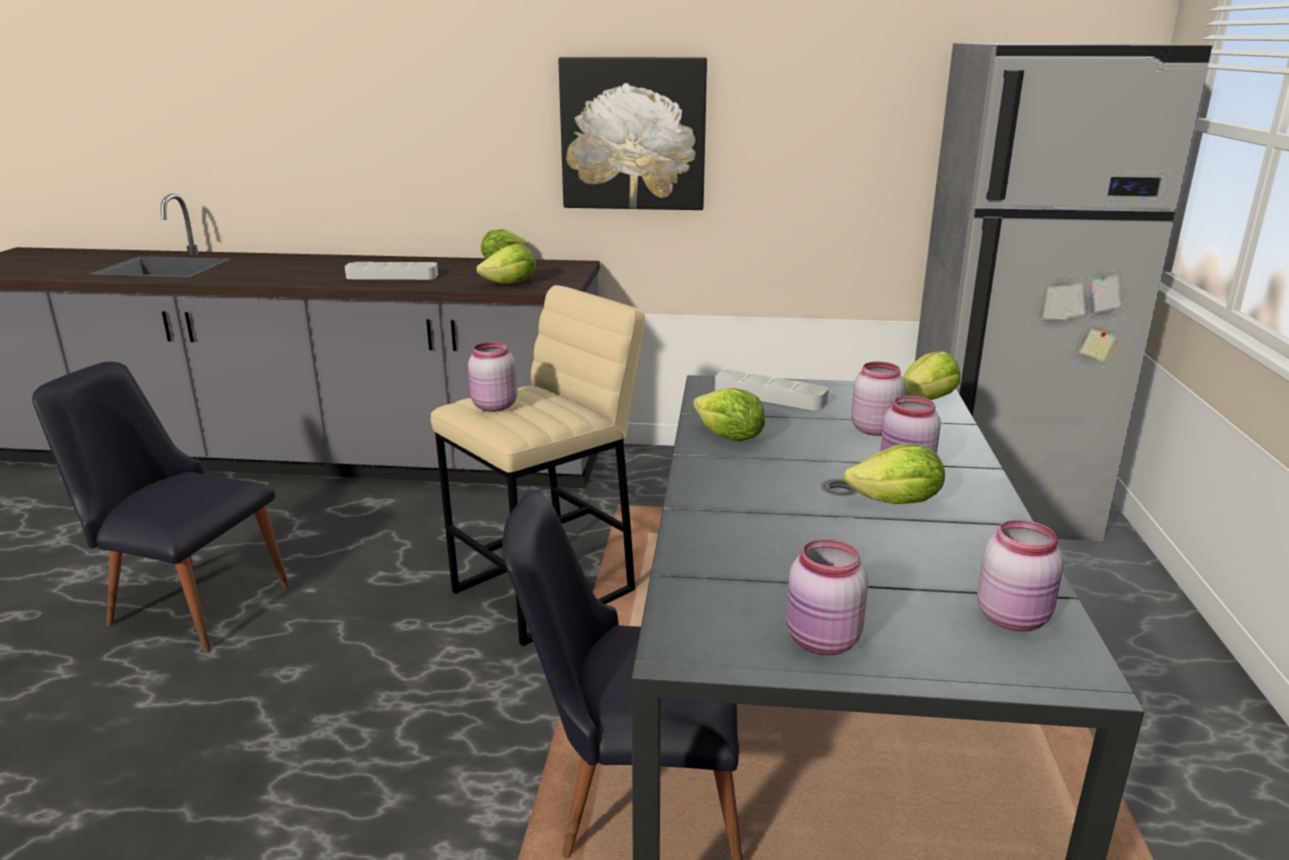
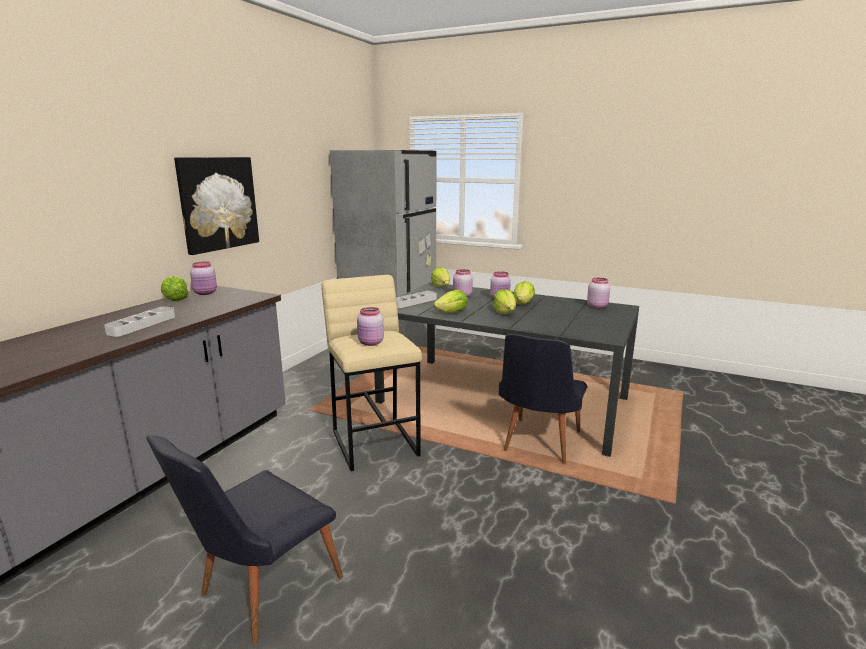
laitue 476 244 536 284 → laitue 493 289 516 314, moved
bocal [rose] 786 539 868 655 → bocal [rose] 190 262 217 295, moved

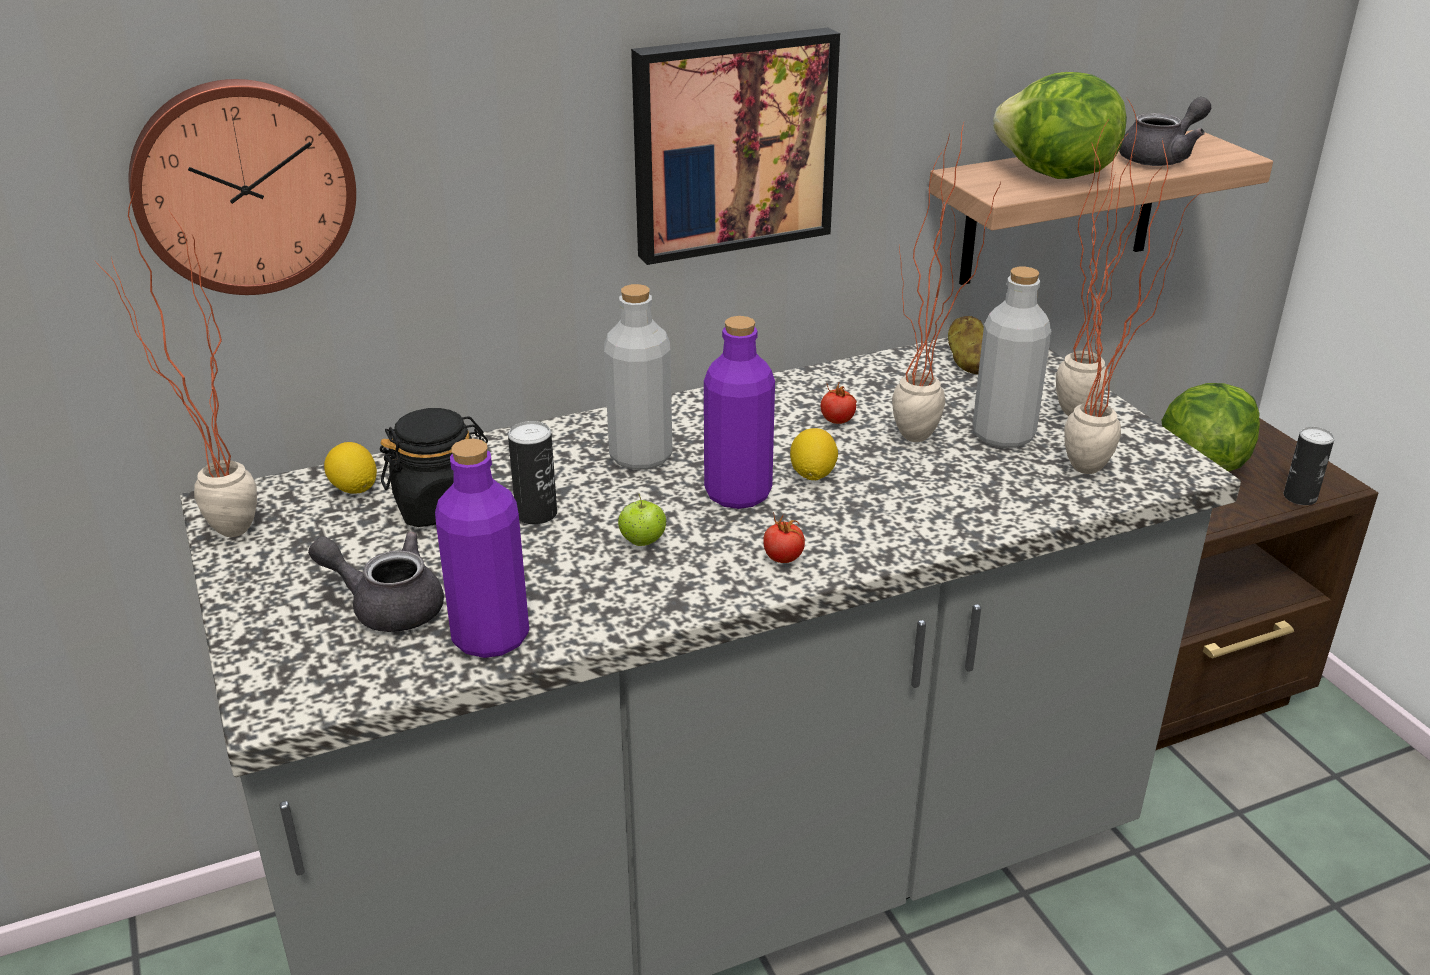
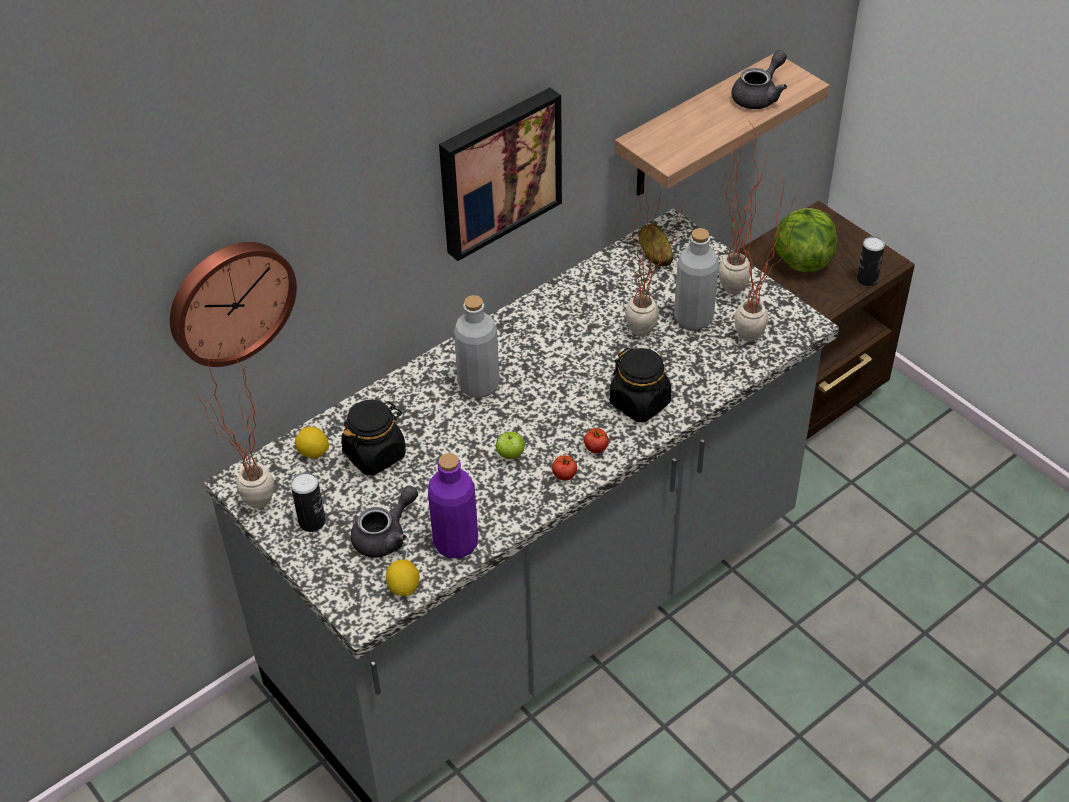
bouteille [violet] 704 316 775 509 → -
laitue 993 72 1127 179 → -
- → bocal [noir] 610 348 671 422
boîte métallique 508 421 557 524 → boîte métallique 291 472 326 532, moved
citron 790 428 838 480 → citron 386 560 419 596, moved
tomate 821 382 857 424 → tomate 552 453 577 481, moved
théière [gris] 308 531 444 632 → théière [gris] 351 485 418 558, 135 degrees clockwise

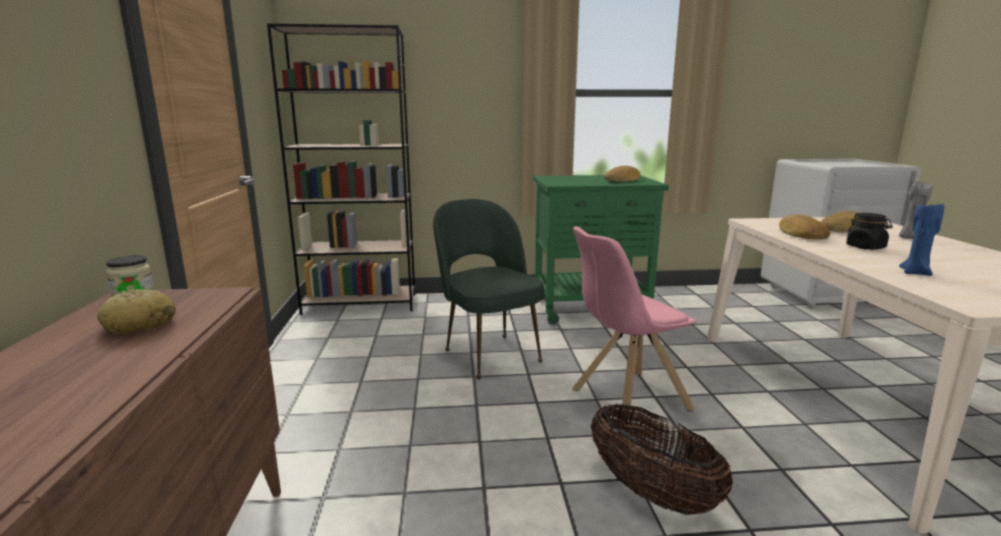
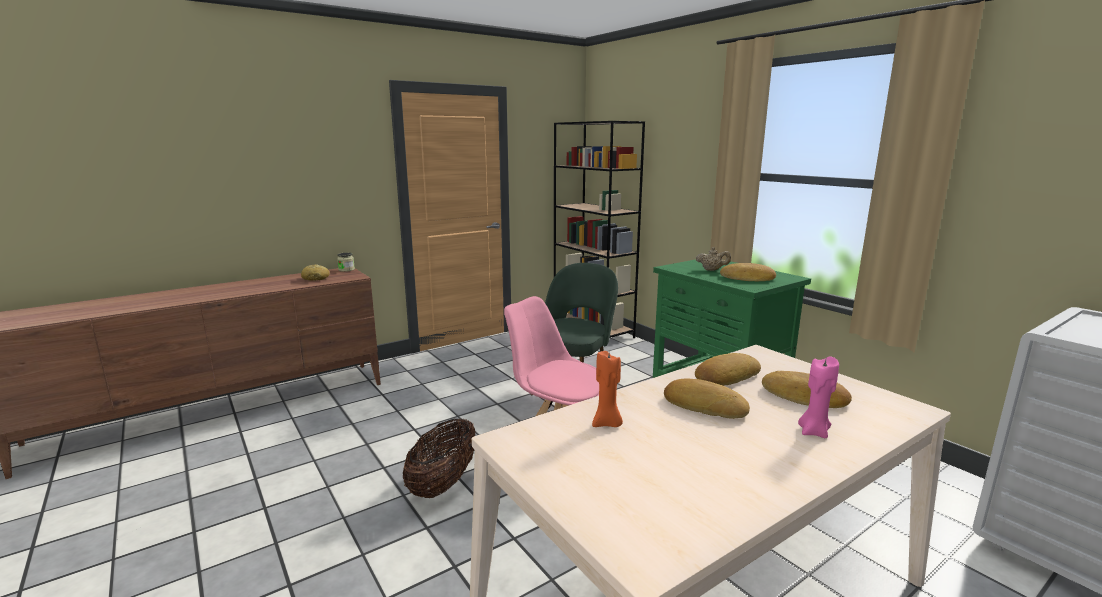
- → théière [beige] 696 247 731 271
bocal [noir] 846 213 893 250 → pain 664 378 750 419
bougie [gris] 899 181 933 239 → bougie [rose] 798 357 839 438
bougie [bleu] 899 201 944 276 → bougie [orange] 592 351 623 427

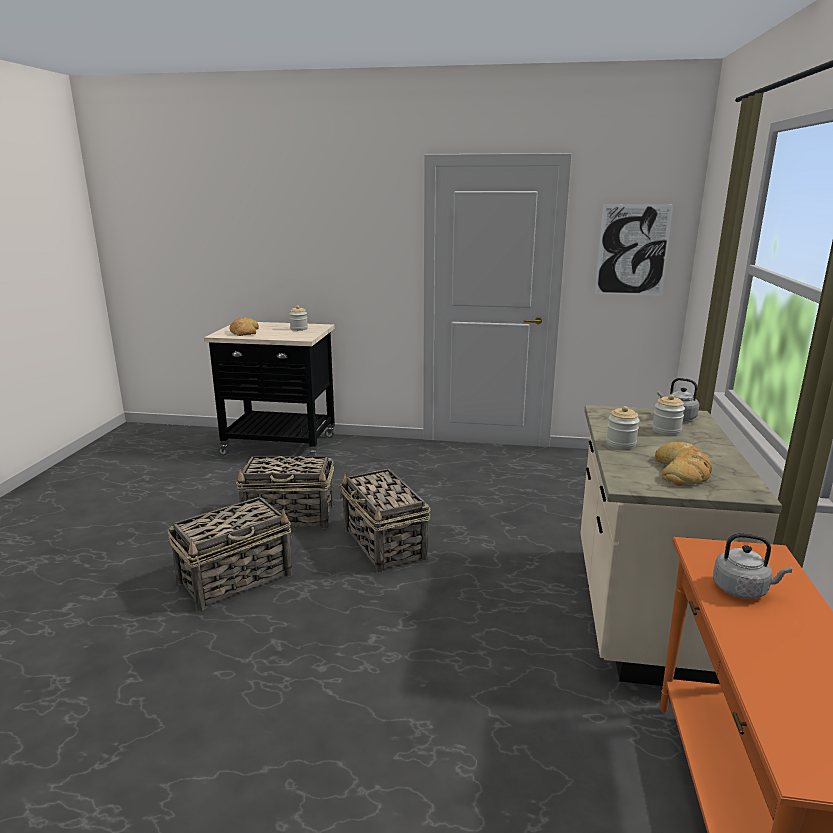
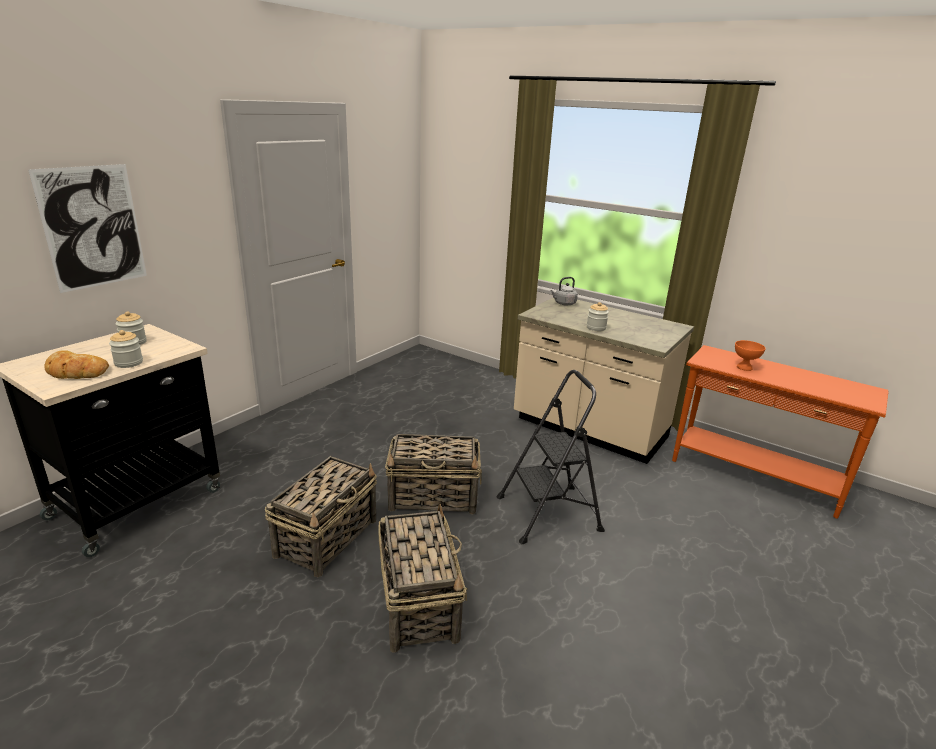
pain 655 442 712 486 → -
- → escabeau [noir] 497 370 605 544
tableau 595 204 673 296 → tableau 28 164 147 293, moved
bocal 652 394 685 435 → bocal 109 330 143 368, moved
bouilloire [gris] 713 533 792 599 → bol [orange] 735 340 766 371

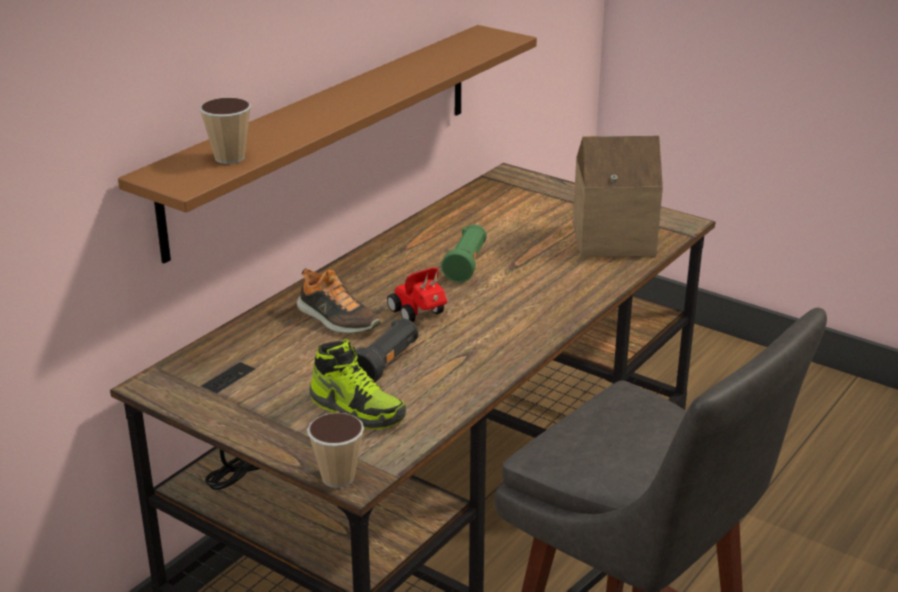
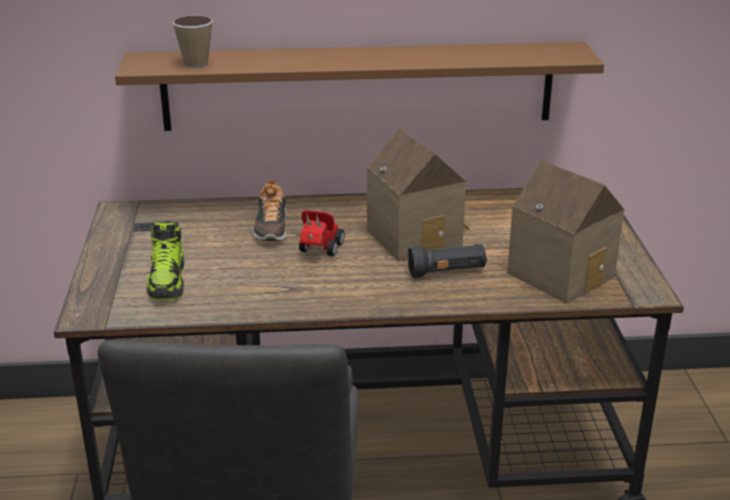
tasse 307 413 364 488 → -
lampe de poche [noir] 355 319 418 382 → lampe de poche [noir] 408 244 487 278, moved
lampe de poche [vert] 441 225 487 282 → maison miniature 367 128 470 262

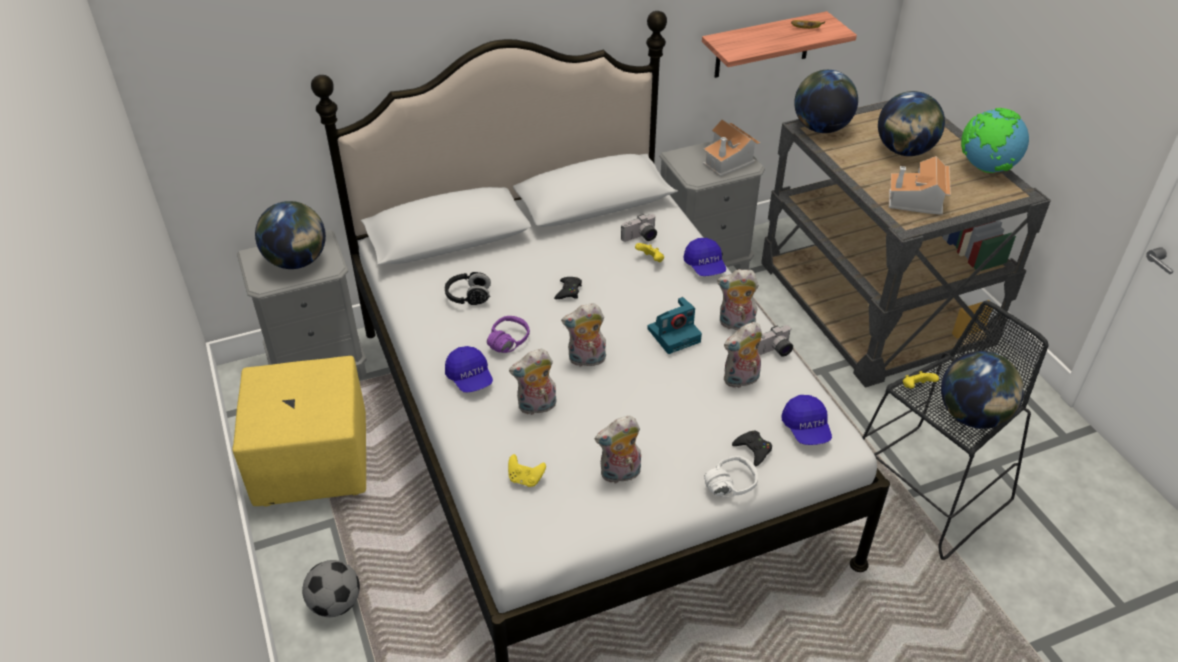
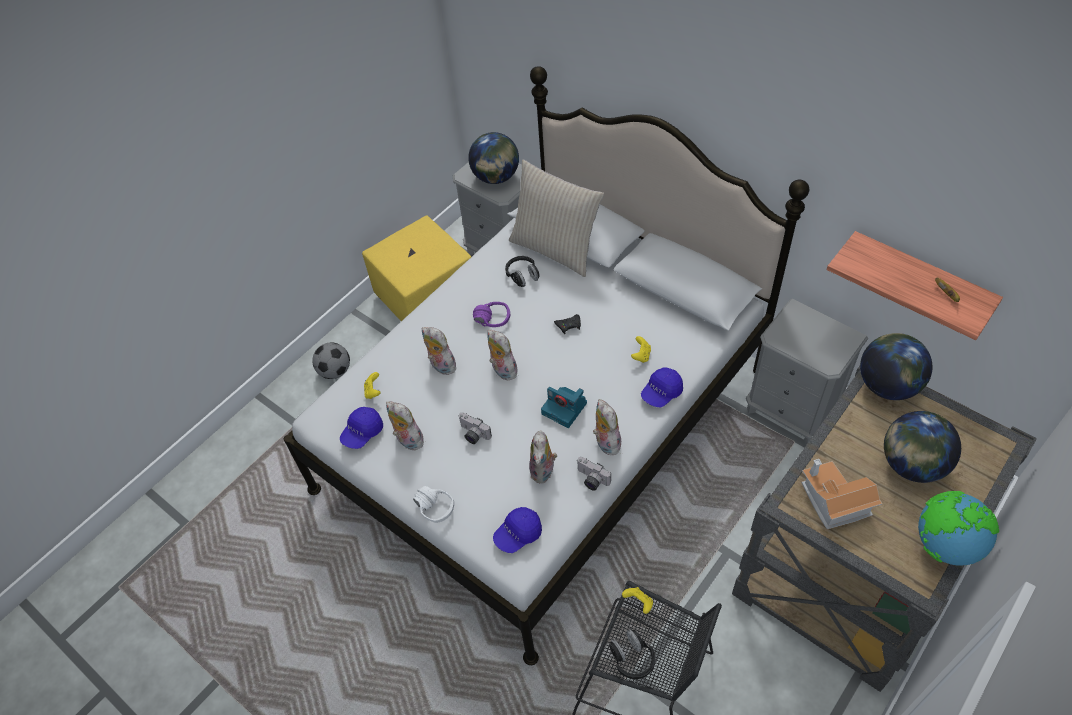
maison miniature 703 119 760 176 → -
manette [noir] 732 431 772 466 → -
- → coussin [beige] 509 160 604 277
casquette [bleu] 445 346 493 393 → casquette [bleu] 340 407 383 449, moved
appareil photo 621 214 657 242 → appareil photo 458 412 492 444, moved
globe 941 351 1024 429 → casque audio [noir] 609 628 655 679
peluche 724 322 762 388 → peluche 529 430 557 483, 120 degrees counterclockwise

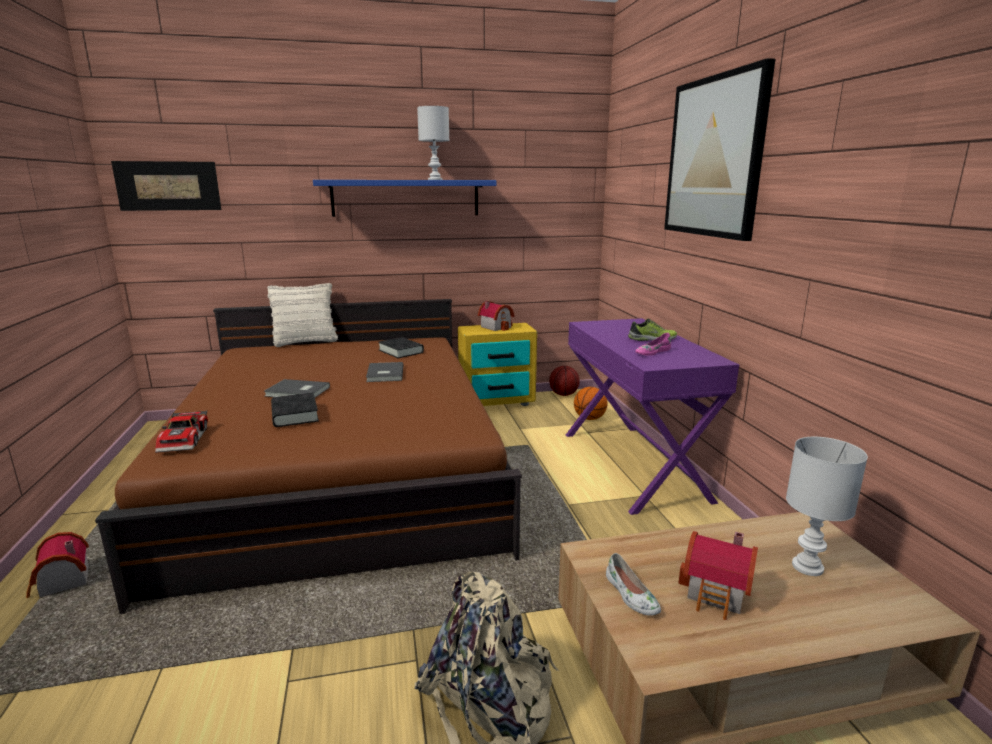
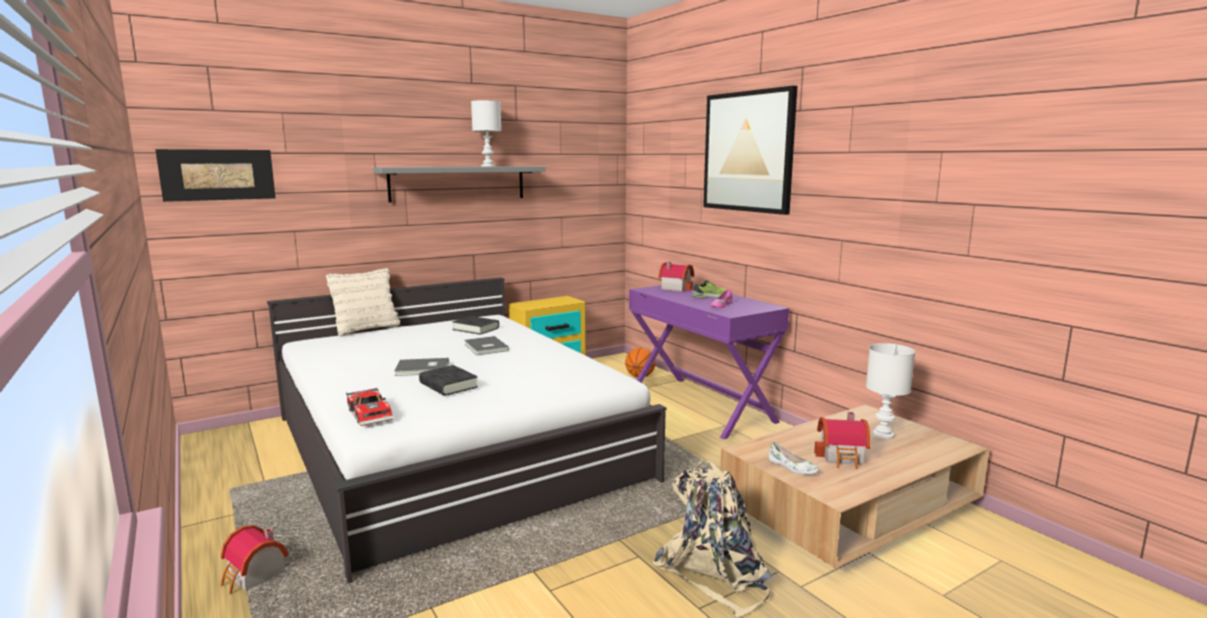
ballon de basket 549 366 580 396 → -
maison miniature 478 301 514 331 → maison miniature 658 262 694 292, moved
lit [marron] 95 299 522 614 → lit [blanc] 267 277 666 583
étagère [bleu] 313 180 497 217 → étagère [gris] 373 166 546 203

